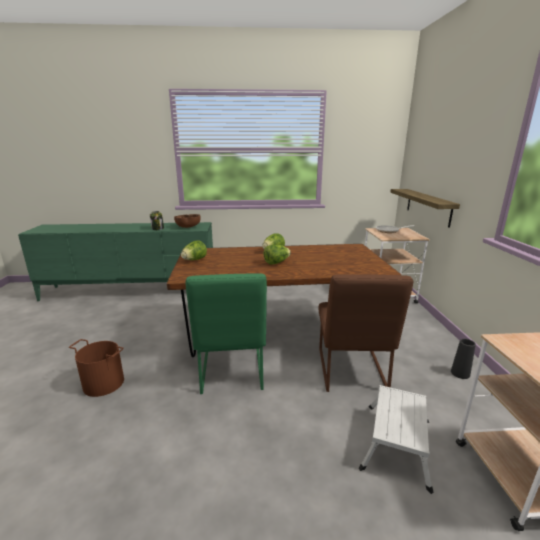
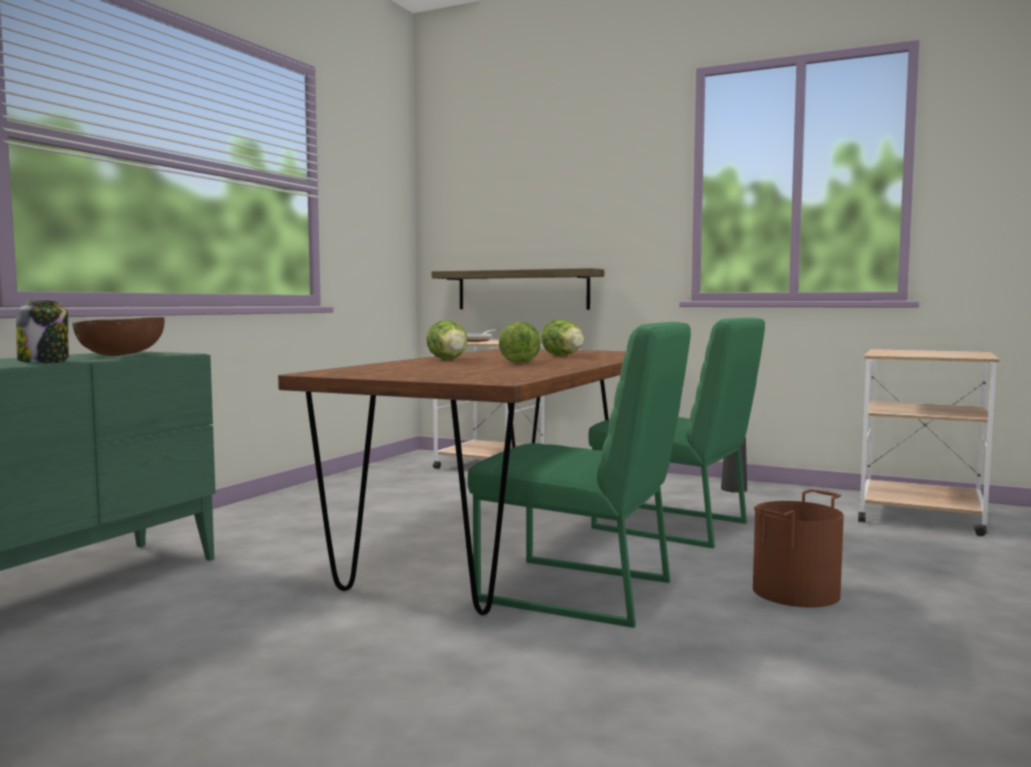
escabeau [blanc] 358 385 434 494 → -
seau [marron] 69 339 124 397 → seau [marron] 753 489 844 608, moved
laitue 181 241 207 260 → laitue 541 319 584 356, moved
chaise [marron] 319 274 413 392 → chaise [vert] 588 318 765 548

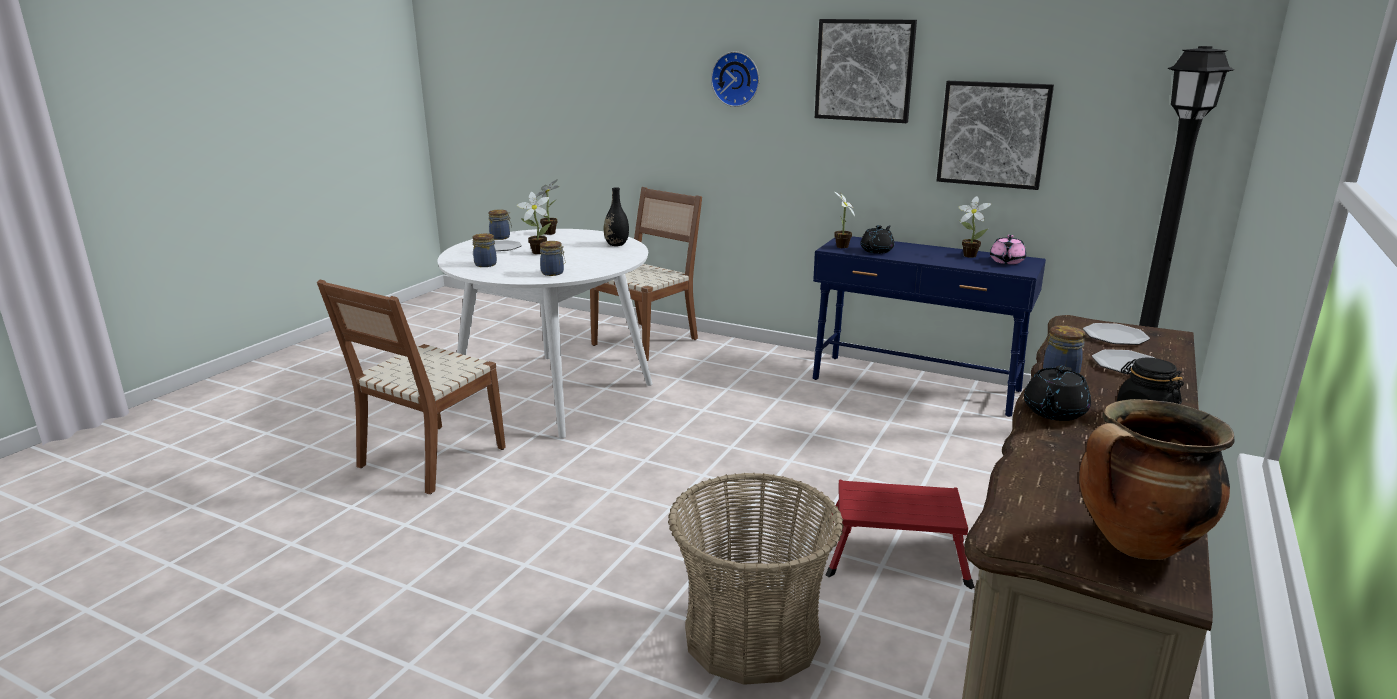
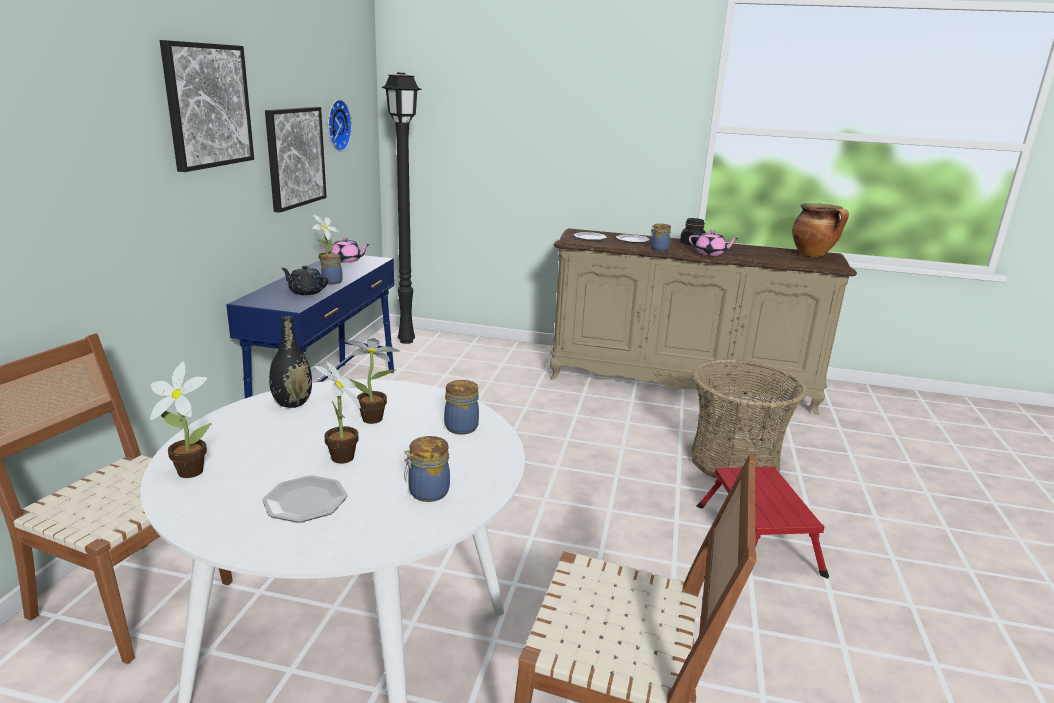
bocal 489 210 512 240 → bocal 321 253 343 284, moved
horloge murale 711 51 759 107 → horloge murale 328 99 352 152, moved
escabeau [rouge] 826 480 974 589 → escabeau [rouge] 696 467 829 579, moved
plante en pot 834 192 855 248 → plante en pot 345 338 400 424, moved
théière [noir] 1024 366 1091 421 → théière [rose] 689 230 739 256

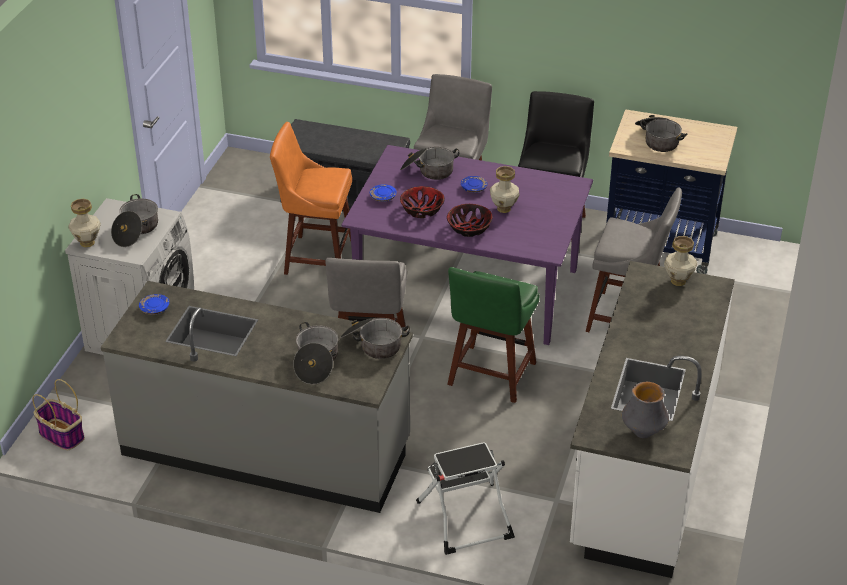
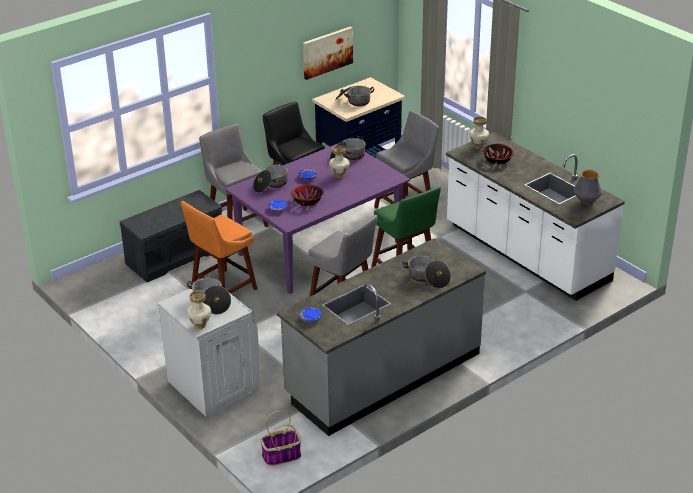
escabeau 416 442 515 555 → -
- → tableau 303 26 353 80
marmite 340 318 410 359 → marmite 330 136 366 160, moved
bol 447 204 493 237 → bol 482 144 514 165, moved

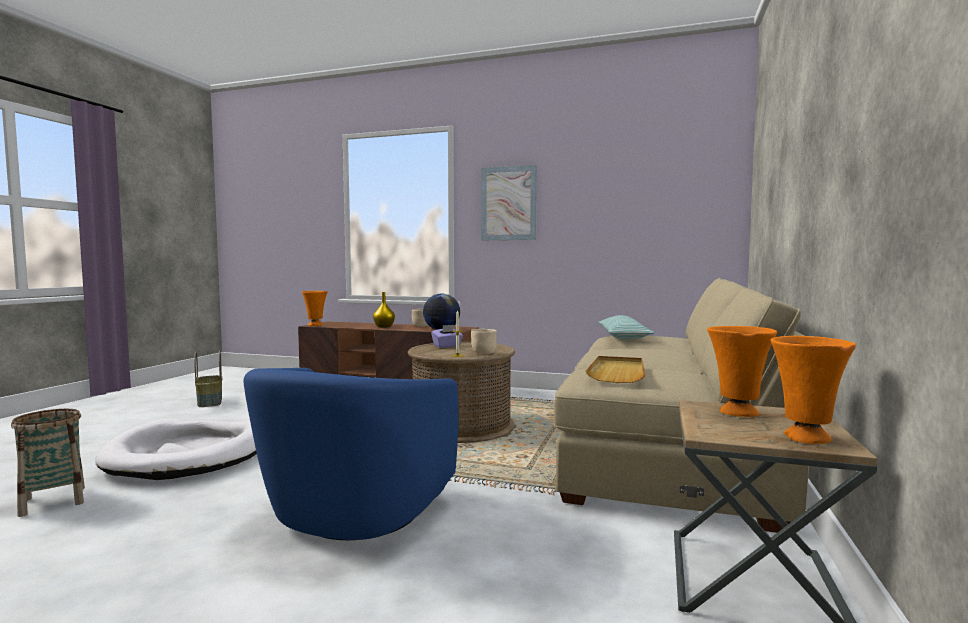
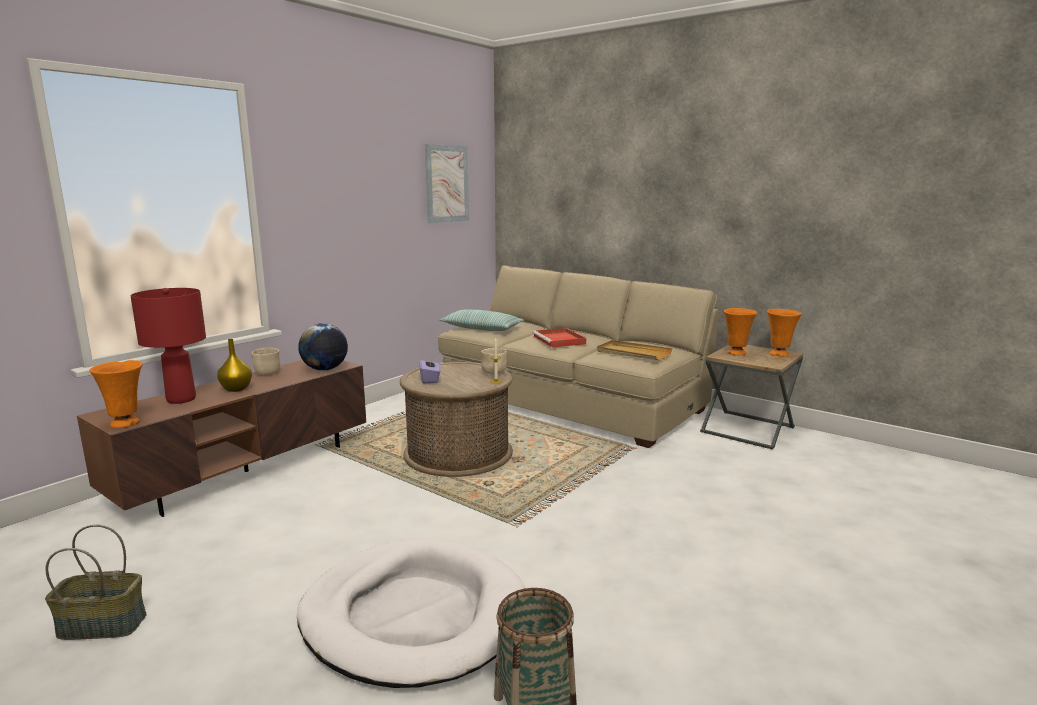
fauteuil [bleu] 244 368 458 540 → -
- → lampe de table [rouge] 131 288 206 404
- → plateau [rouge] 532 328 586 348
tableau 481 165 537 240 → tableau 425 144 469 223, moved

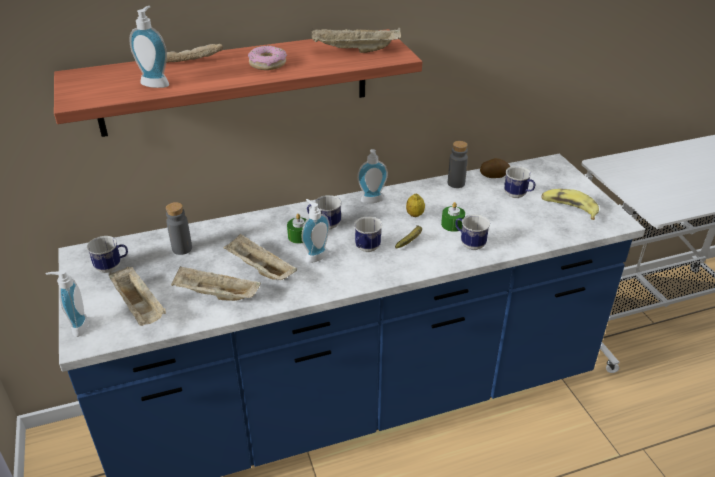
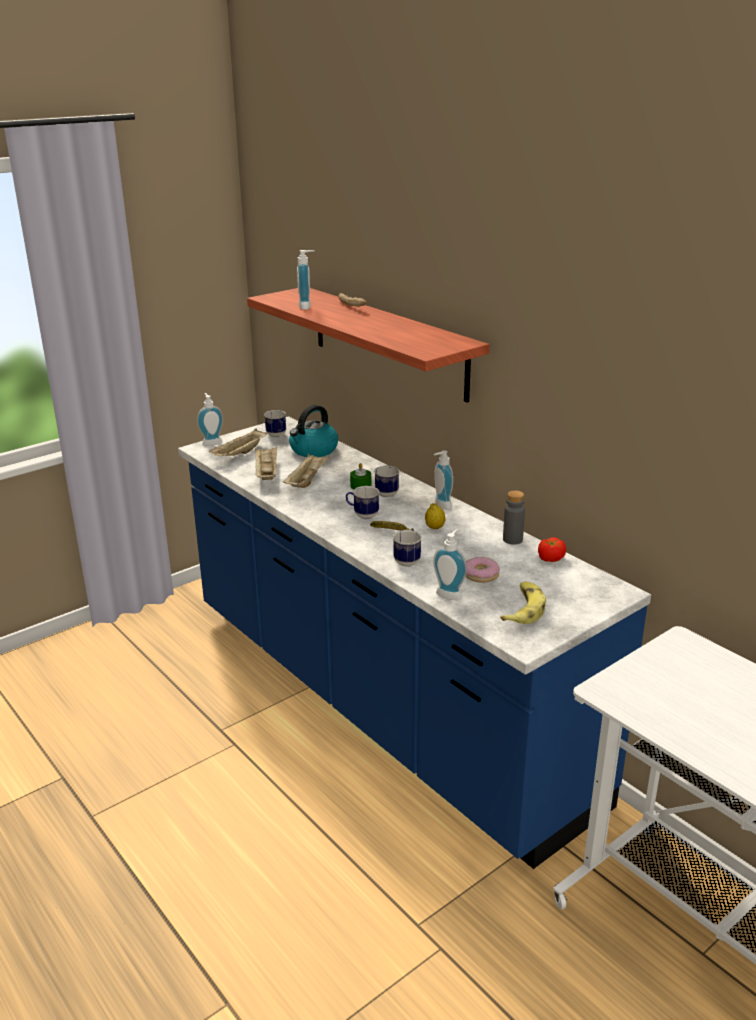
plateau [beige] 311 28 401 53 → -
bougie [vert] 441 202 465 232 → -
mug 504 166 535 198 → -
beignet 248 46 287 70 → beignet 466 557 500 583, moved
distributeur de savon 302 199 330 263 → distributeur de savon 433 529 467 600, moved
bouteille [gris] 166 202 192 255 → bouilloire 289 405 338 457
pomme de terre 480 158 510 178 → tomate 538 537 566 562

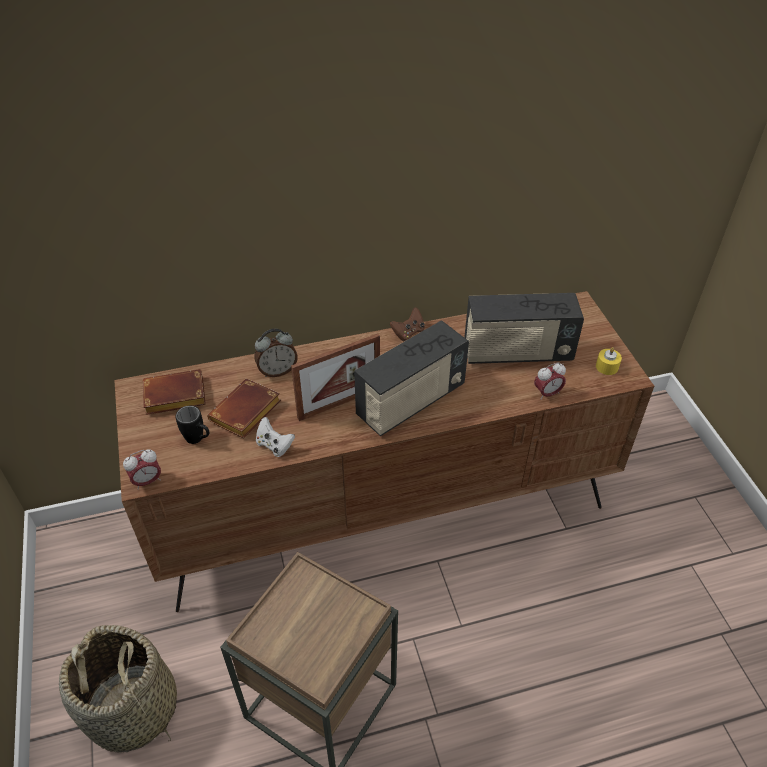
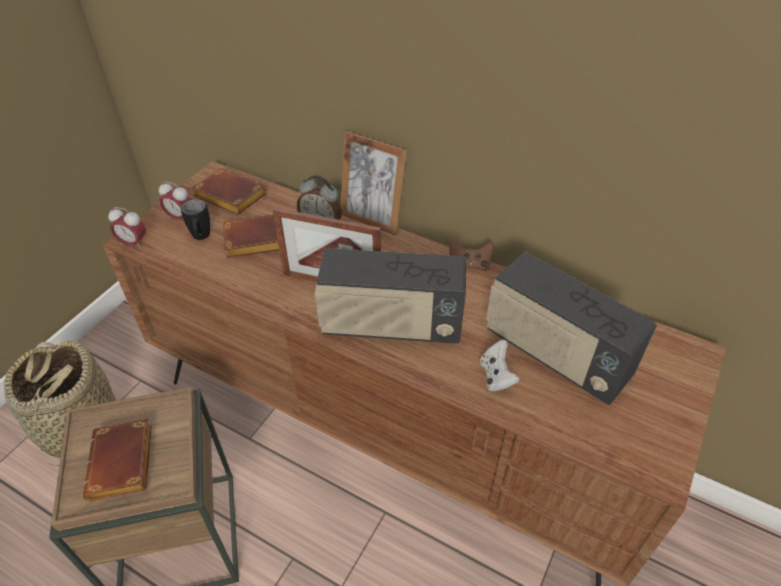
bougie [jaune] 596 347 622 375 → -
- → livre [marron] 83 419 152 501
- → cadre photo 341 131 407 236
manette [blanc] 256 417 295 457 → manette [blanc] 480 340 520 391, moved
réveil 534 362 566 400 → réveil 159 181 191 220, moved

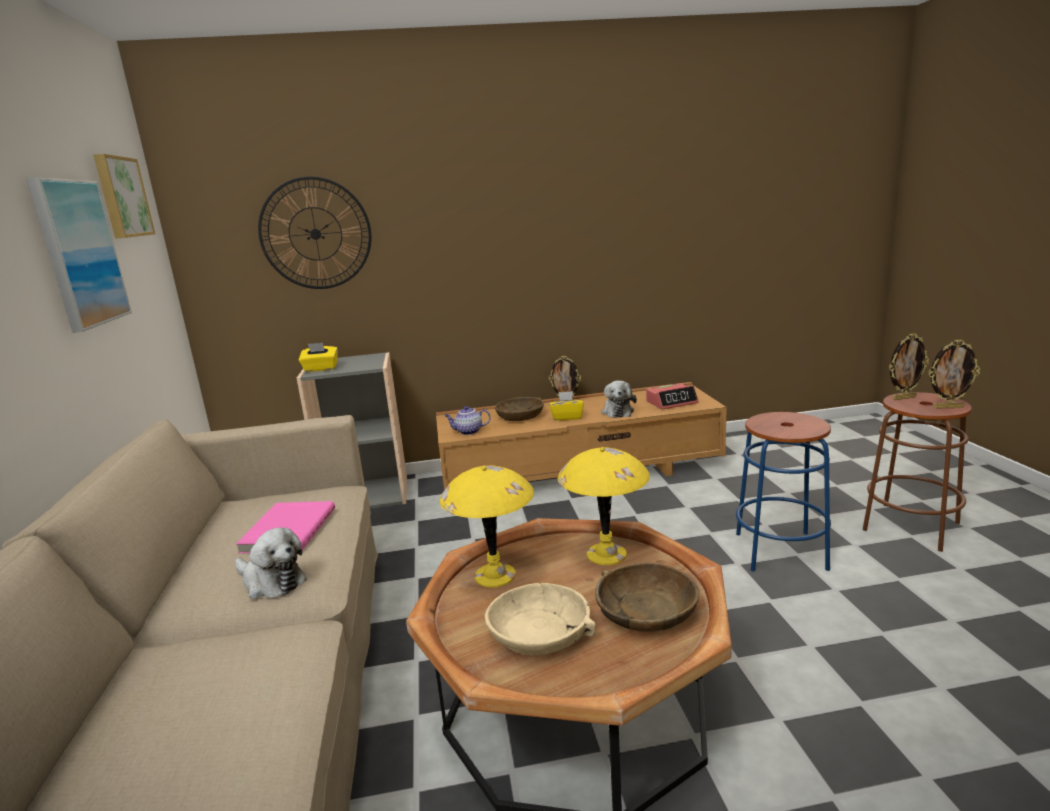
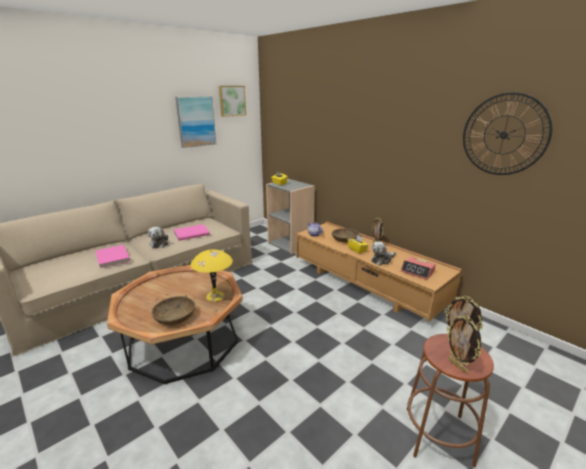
lampe de table [jaune] 439 465 534 588 → -
bol [beige] 484 583 596 655 → -
tabouret [bleu] 736 412 831 571 → -
- → livre [rose] 96 245 130 268
horloge murale 258 176 371 289 → horloge murale 463 92 553 175, moved

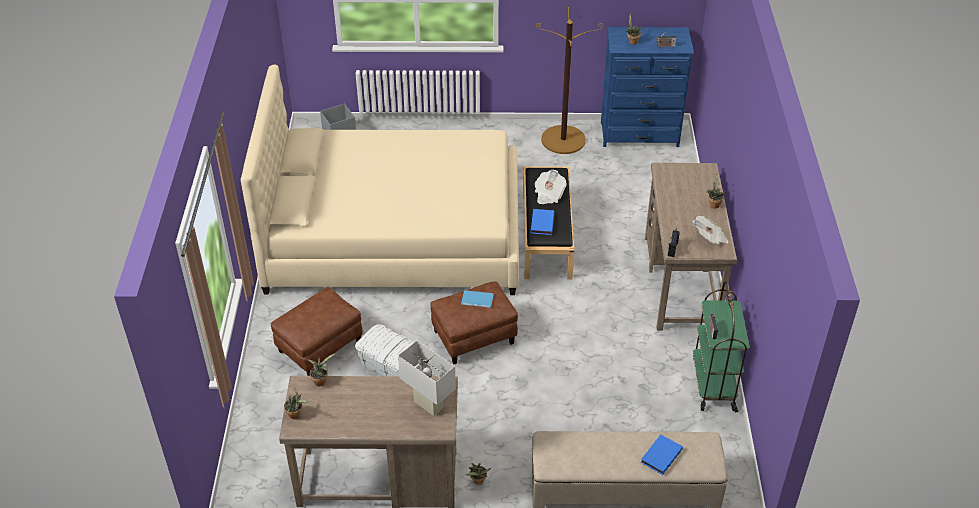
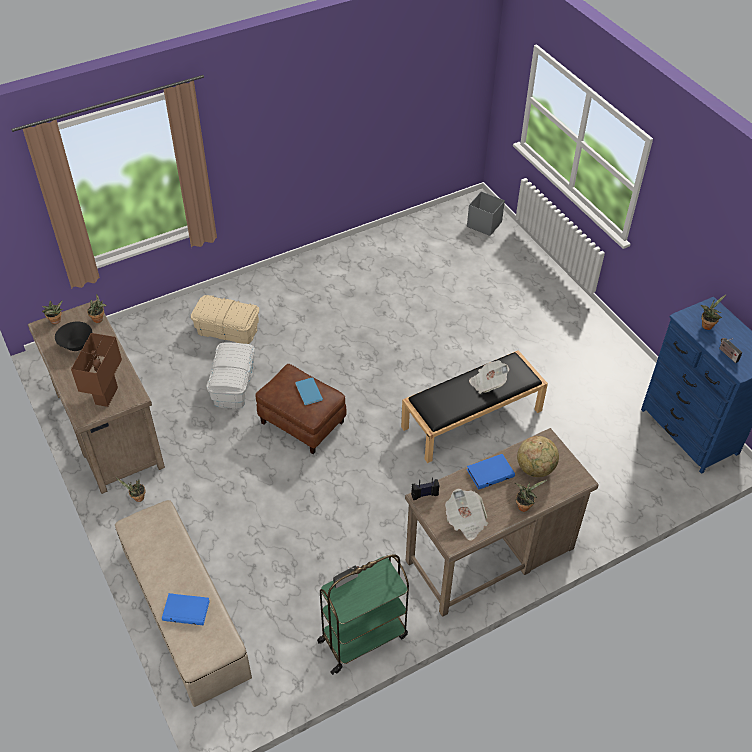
lit [beige] 241 64 519 295 → -
portant [marron] 536 6 604 154 → -
- → bol [noir] 55 322 92 351
- → globe 517 436 559 477
livre [bleu] 531 209 554 235 → livre [bleu] 467 454 515 490, moved
pouf [marron] 270 287 363 376 → boîte de rangement [beige] 191 295 259 344
lampe de table [blanc] 398 341 456 416 → lampe de table [marron] 71 333 122 407

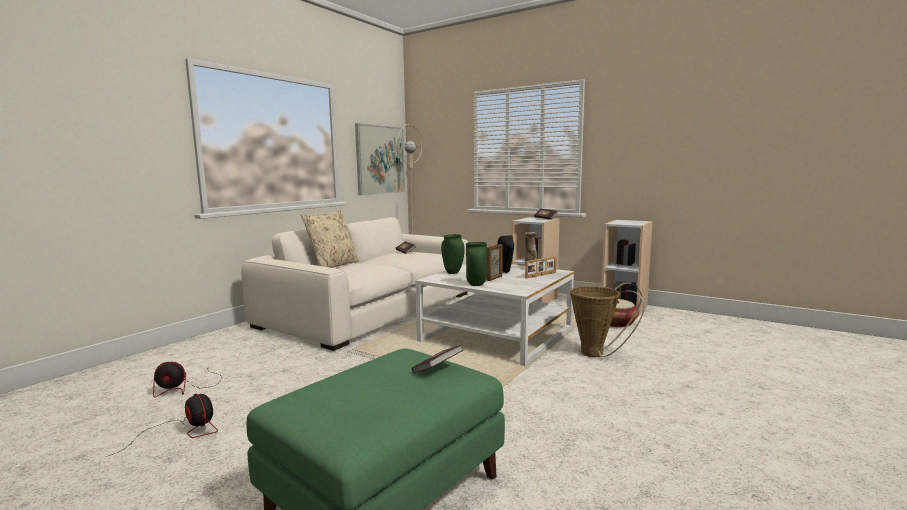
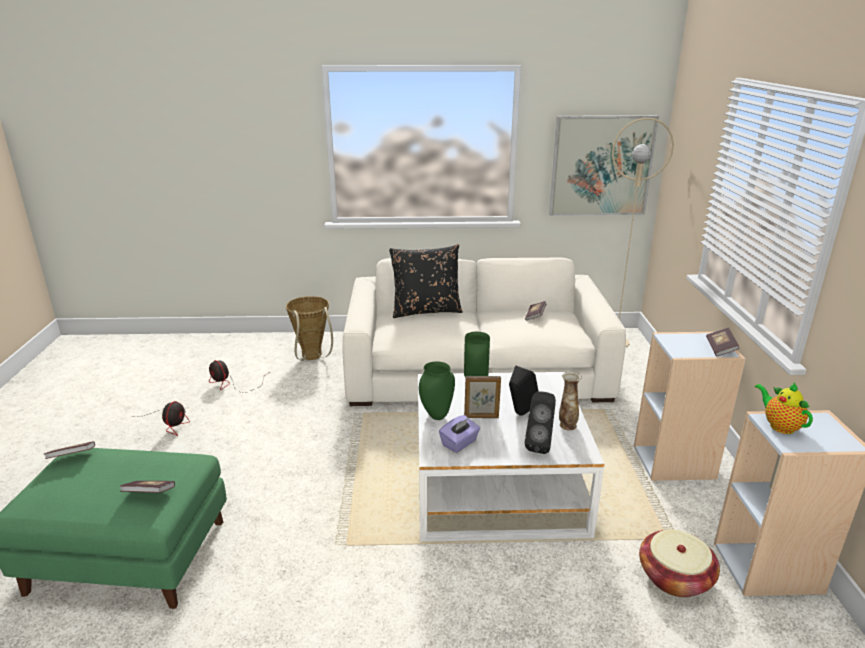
- → livre 44 441 95 459
- → boîte à mouchoirs [violet] 439 415 480 453
- → théière 755 383 813 434
panier 570 283 645 357 → panier 286 296 333 360, moved
cadre photo 525 256 556 279 → enceinte [noir] 525 392 556 454
coussin [beige] 301 209 359 268 → coussin [noir] 389 244 463 318

